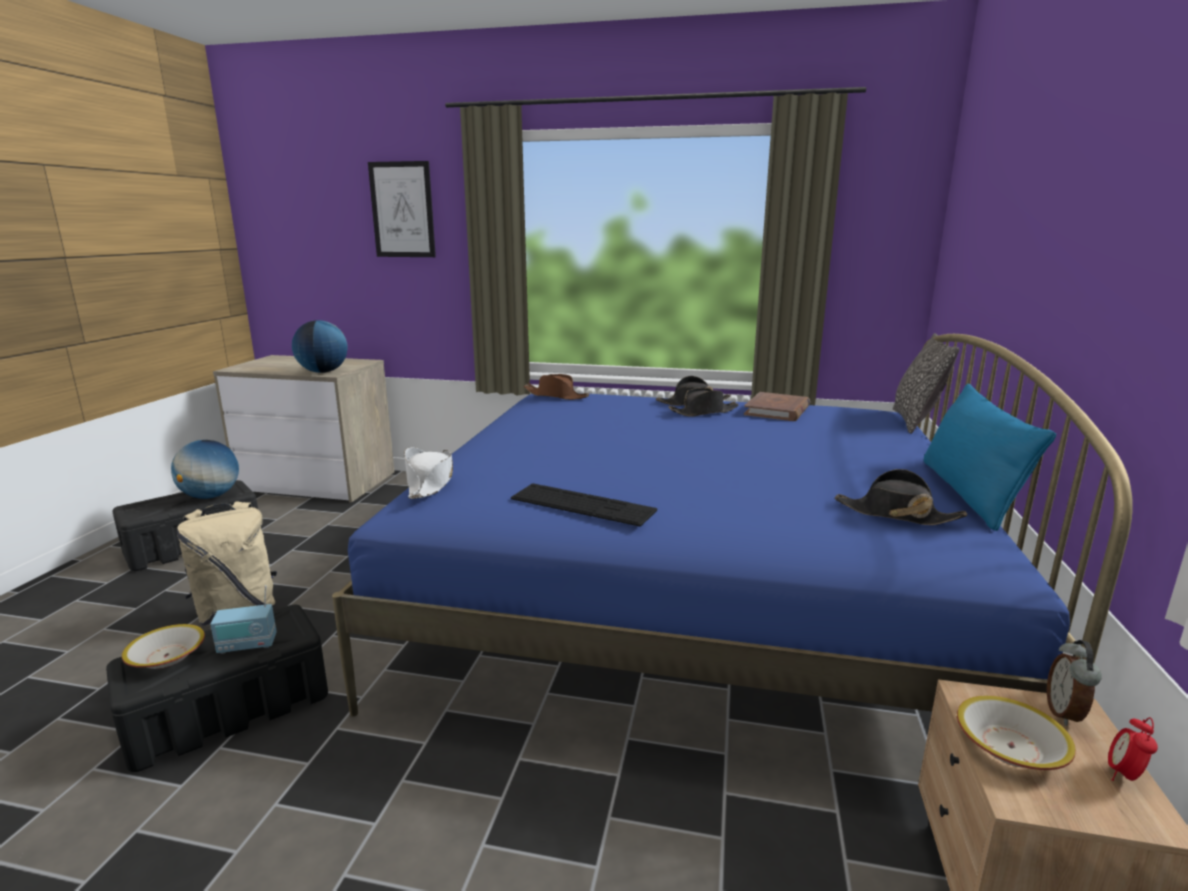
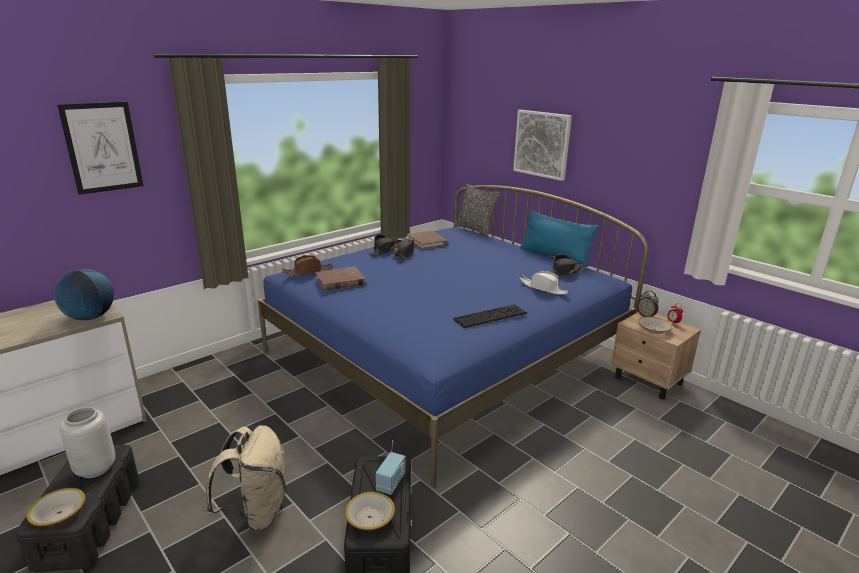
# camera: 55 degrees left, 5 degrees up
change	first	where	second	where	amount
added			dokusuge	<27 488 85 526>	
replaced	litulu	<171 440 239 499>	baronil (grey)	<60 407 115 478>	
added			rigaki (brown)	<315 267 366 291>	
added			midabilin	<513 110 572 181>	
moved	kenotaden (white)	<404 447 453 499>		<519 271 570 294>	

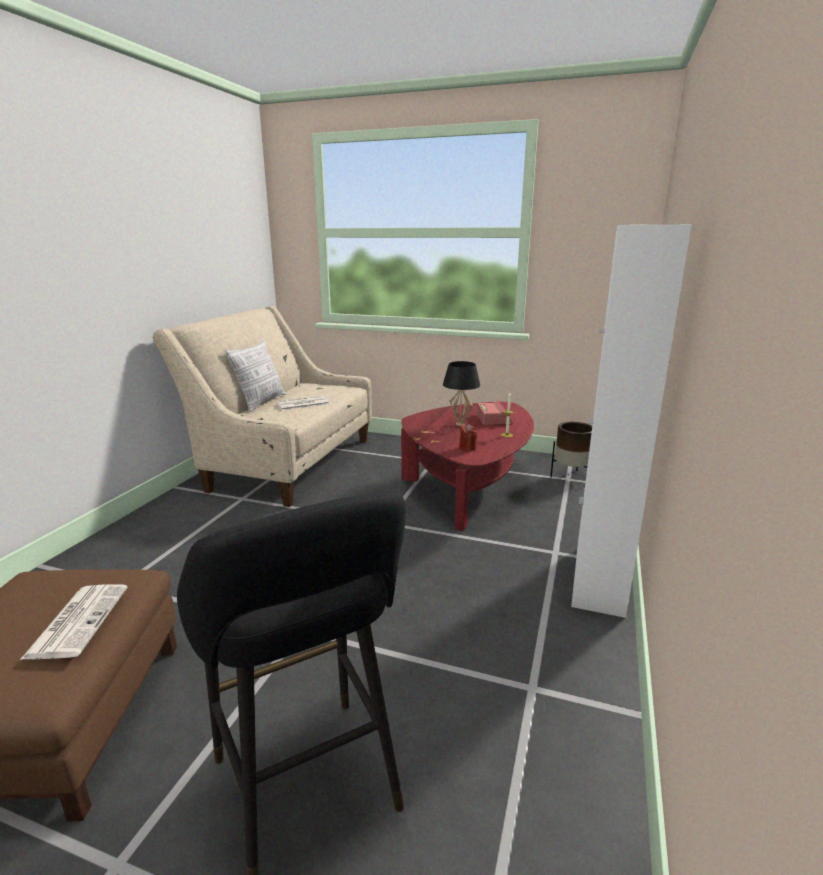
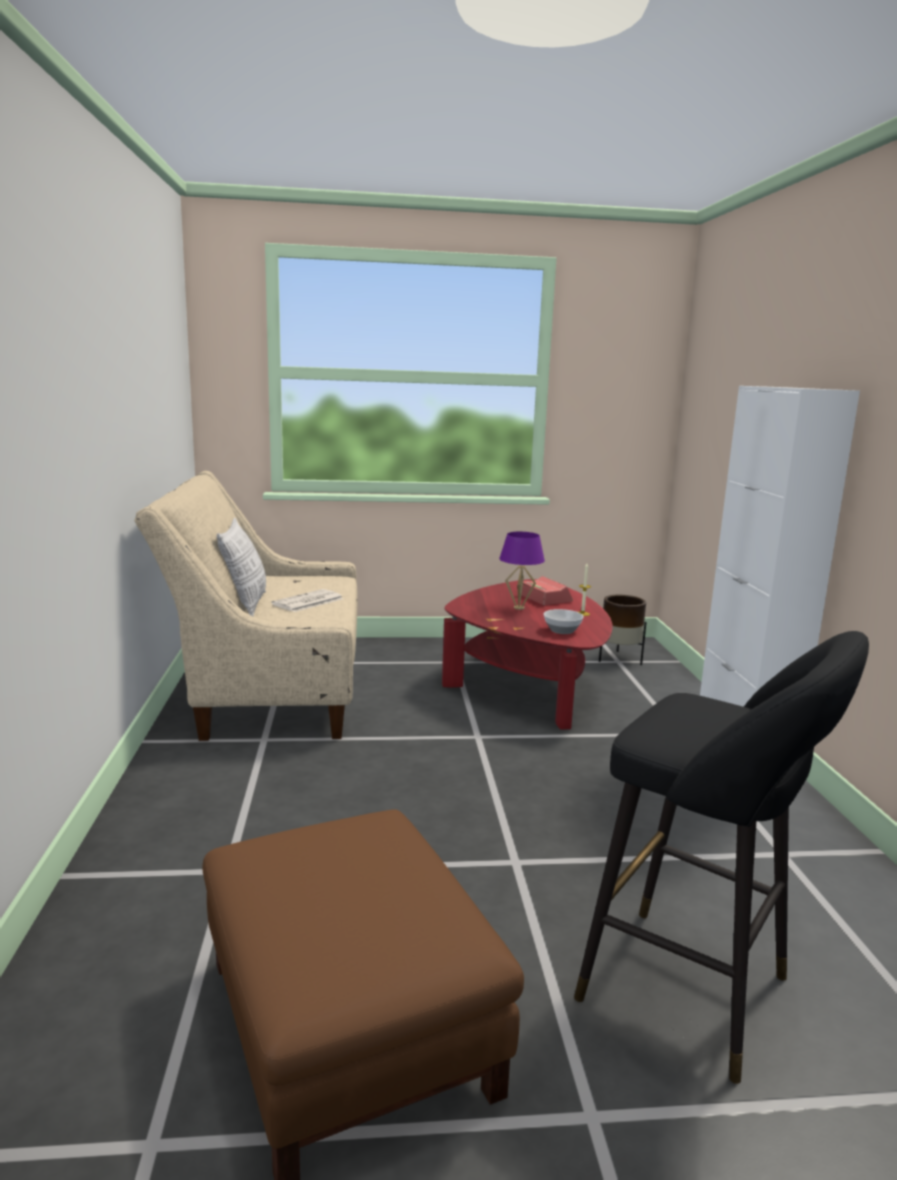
# camera: 25 degrees left, 5 degrees down
change	first	where	second	where	amount
recoloured	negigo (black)	<443 361 480 426>	negigo (purple)	<499 532 545 610>	
replaced	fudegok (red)	<459 424 477 451>	dokusuge	<544 609 584 634>	
removed	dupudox	<20 584 128 660>			

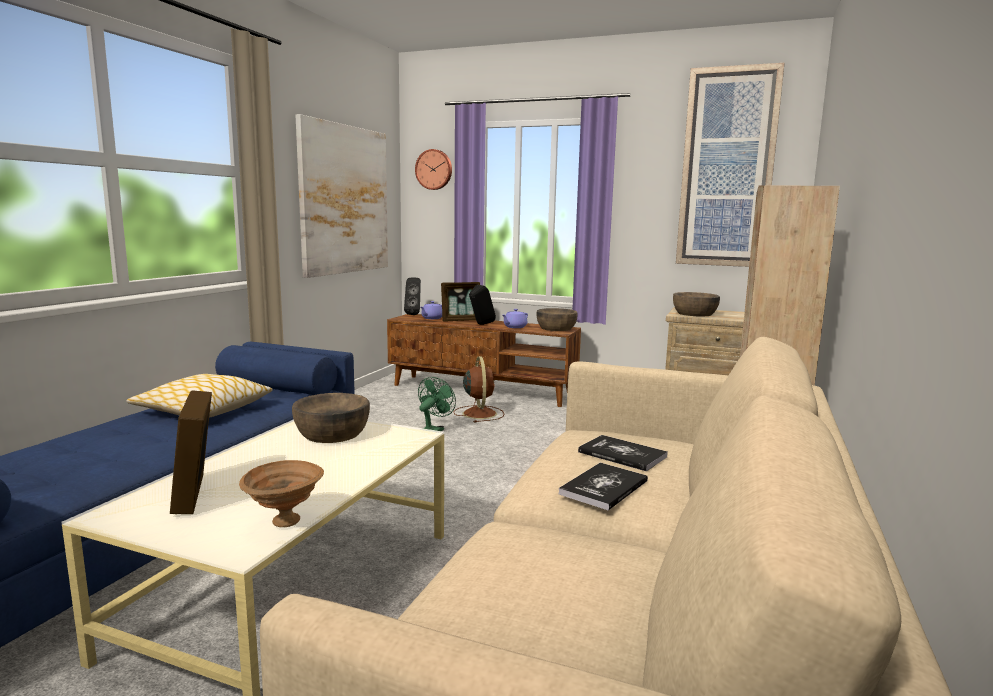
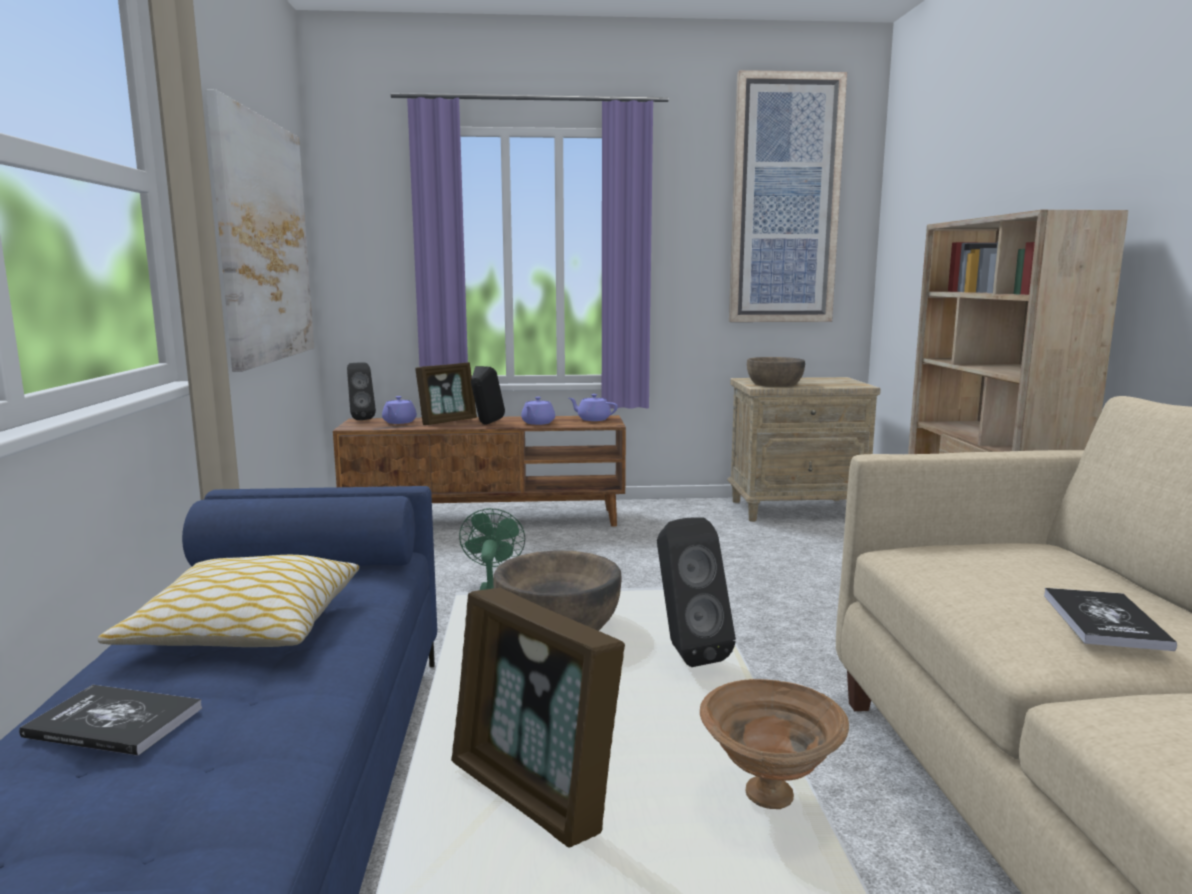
# camera: 25 degrees left, 0 degrees up
change	first	where	second	where	amount
moved	rigaki	<578 435 668 471>		<19 685 202 756>	
replaced	dokusuge (brown)	<536 308 578 331>	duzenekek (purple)	<569 394 618 421>	
added			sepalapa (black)	<657 517 736 667>	
removed	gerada	<415 149 452 190>			
removed	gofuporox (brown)	<453 356 504 423>			

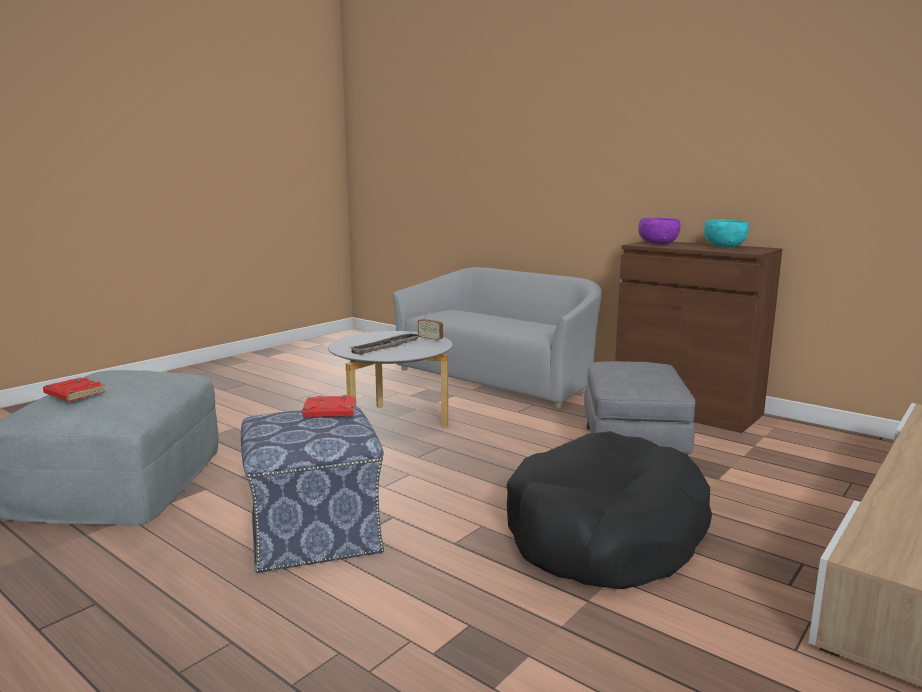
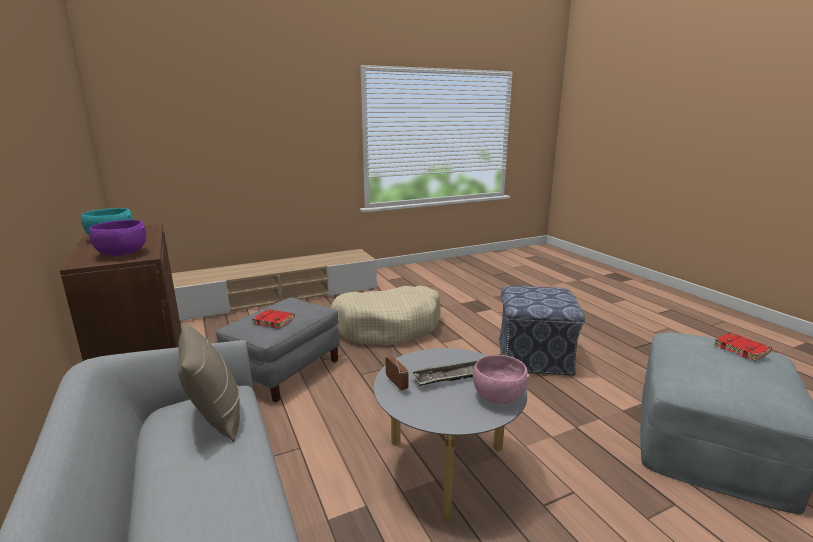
# camera: 155 degrees left, 5 degrees up
change	first	where	second	where	amount
added			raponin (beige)	<178 323 240 442>	
moved	rigaki (red)	<302 395 356 418>		<252 309 295 328>	
recoloured	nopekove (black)	<507 431 712 589>	nopekove (beige)	<331 285 441 346>	
added			dokusuge (pink)	<473 355 530 404>	

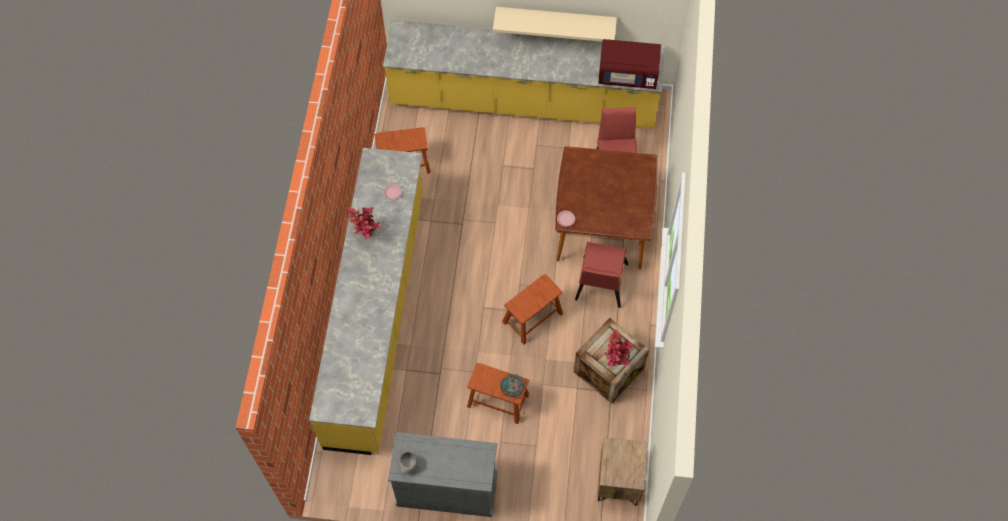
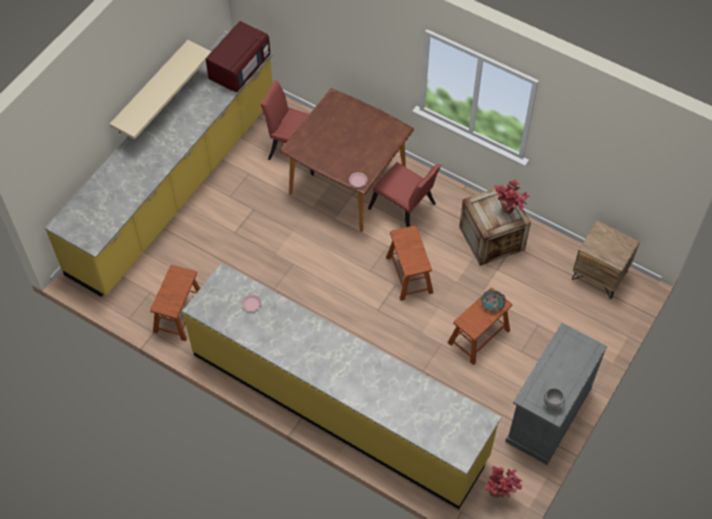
# camera: 65 degrees left, 5 degrees down
change	first	where	second	where	amount
moved	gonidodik	<348 207 381 239>		<485 466 522 498>	

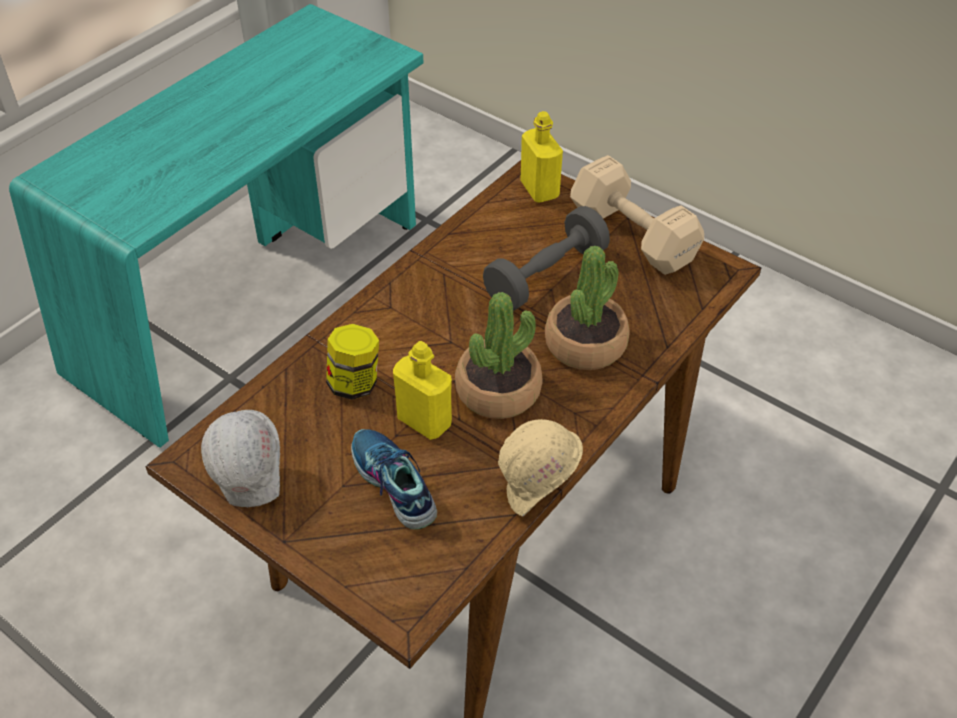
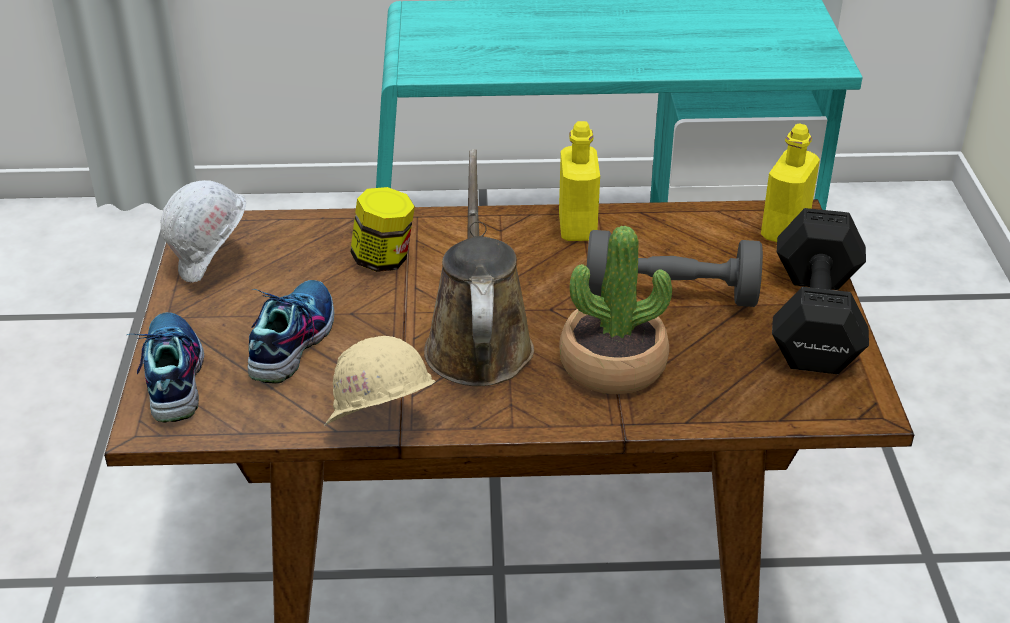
# camera: 50 degrees right, 10 degrees down
change	first	where	second	where	amount
added			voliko	<127 312 204 423>	
replaced	gonidodik	<455 292 543 419>	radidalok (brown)	<424 149 534 386>	
moved	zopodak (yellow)	<393 341 452 440>		<559 121 600 241>	
recoloured	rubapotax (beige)	<570 155 704 275>	rubapotax (black)	<772 208 869 374>	

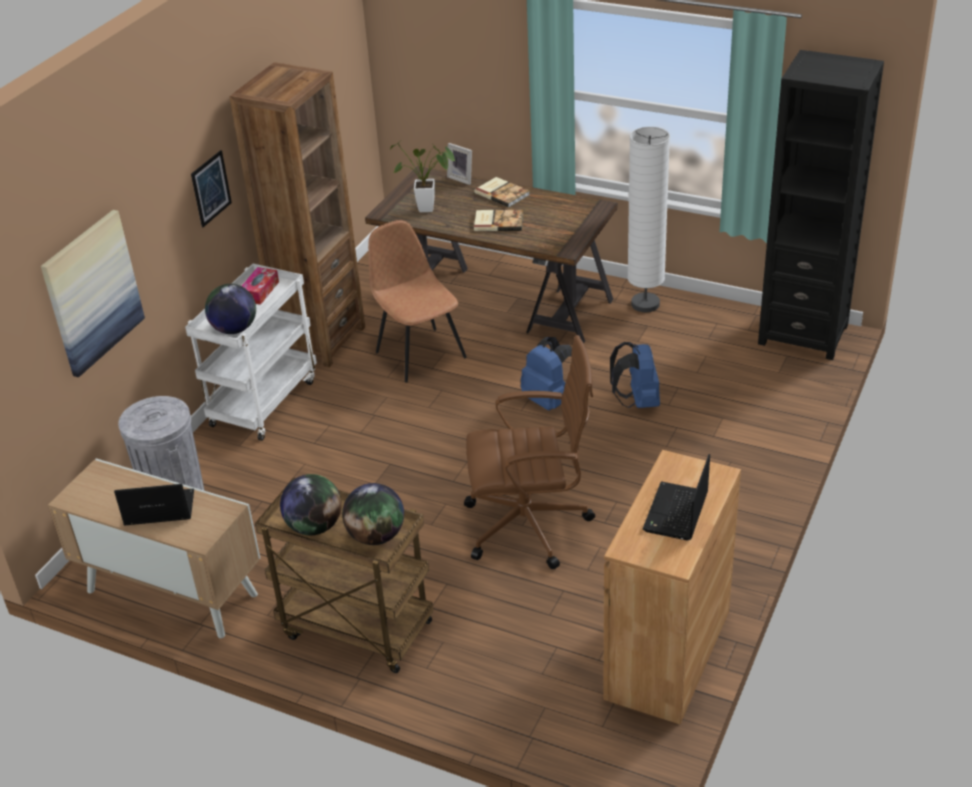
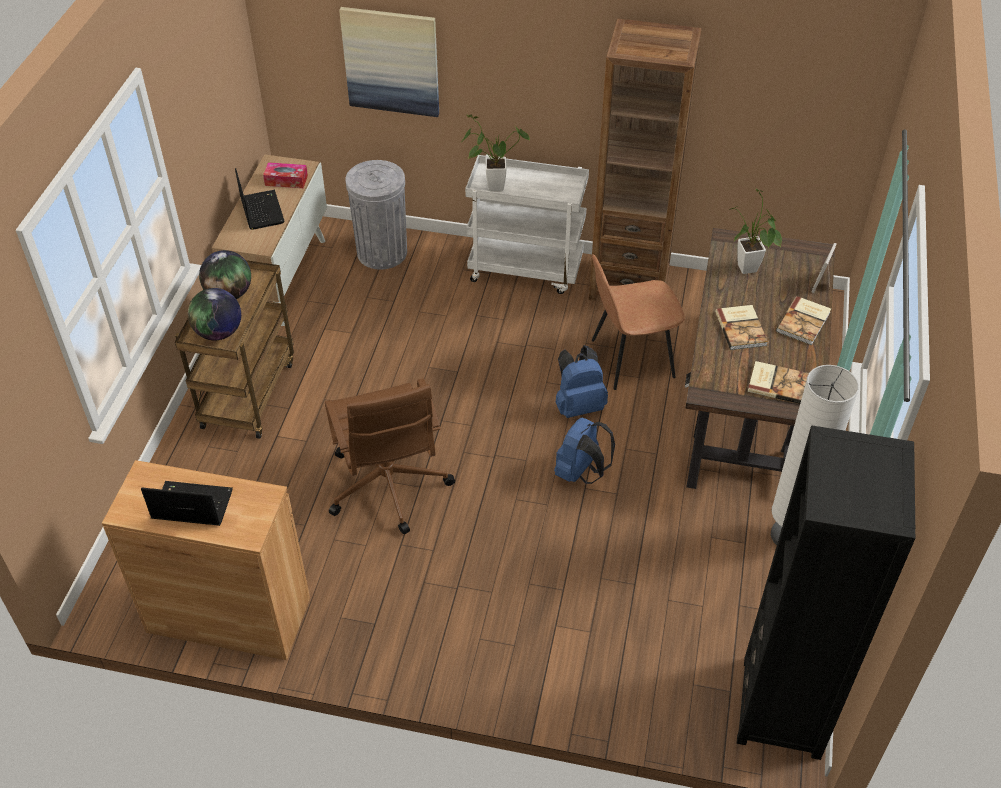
# camera: 75 degrees right, 10 degrees up
change	first	where	second	where	amount
moved	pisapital	<242 267 279 305>		<263 162 308 188>	
replaced	litulu	<205 284 256 334>	gonidodik	<462 114 530 191>	
moved	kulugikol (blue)	<610 342 660 408>		<556 345 608 418>	
turned	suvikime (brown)	<368 220 467 382>		<592 254 685 390>	150 degrees counterclockwise
added			rigaki	<748 361 809 404>	
removed	midabilin	<191 150 232 227>			

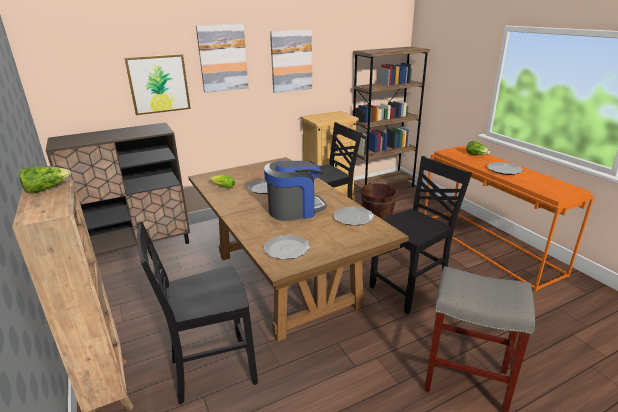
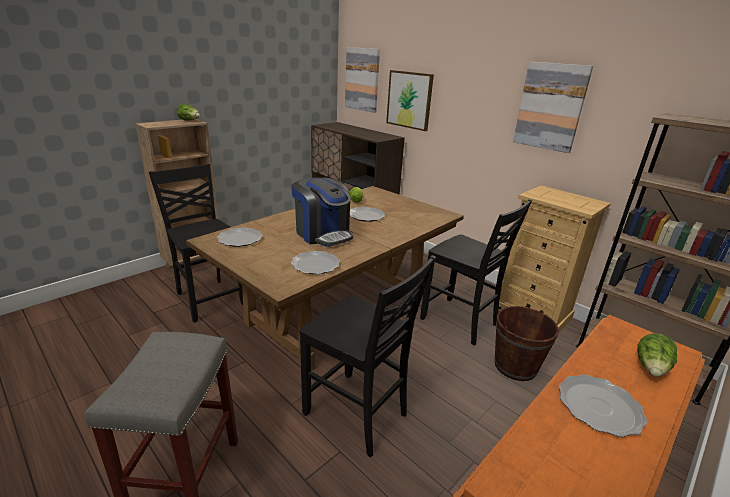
# camera: 70 degrees right, 0 degrees up
change	first	where	second	where	amount
moved	midabilin	<196 24 249 93>		<345 47 380 113>	

